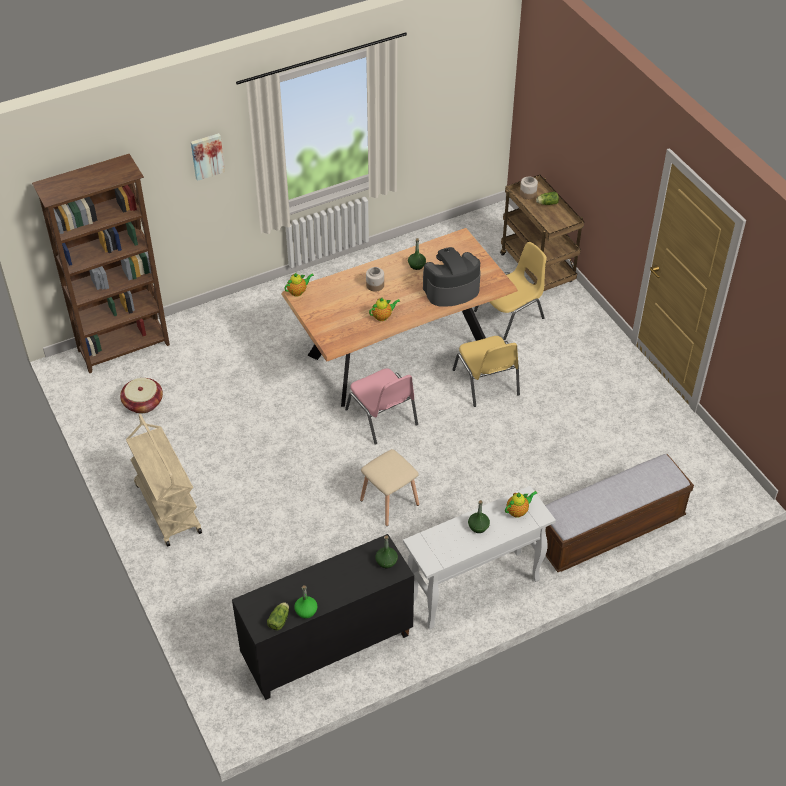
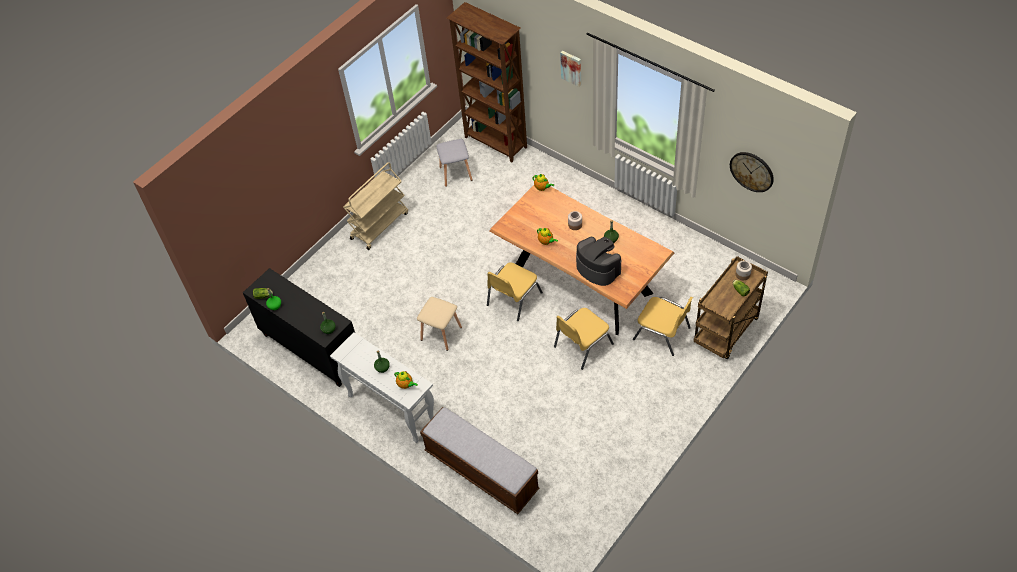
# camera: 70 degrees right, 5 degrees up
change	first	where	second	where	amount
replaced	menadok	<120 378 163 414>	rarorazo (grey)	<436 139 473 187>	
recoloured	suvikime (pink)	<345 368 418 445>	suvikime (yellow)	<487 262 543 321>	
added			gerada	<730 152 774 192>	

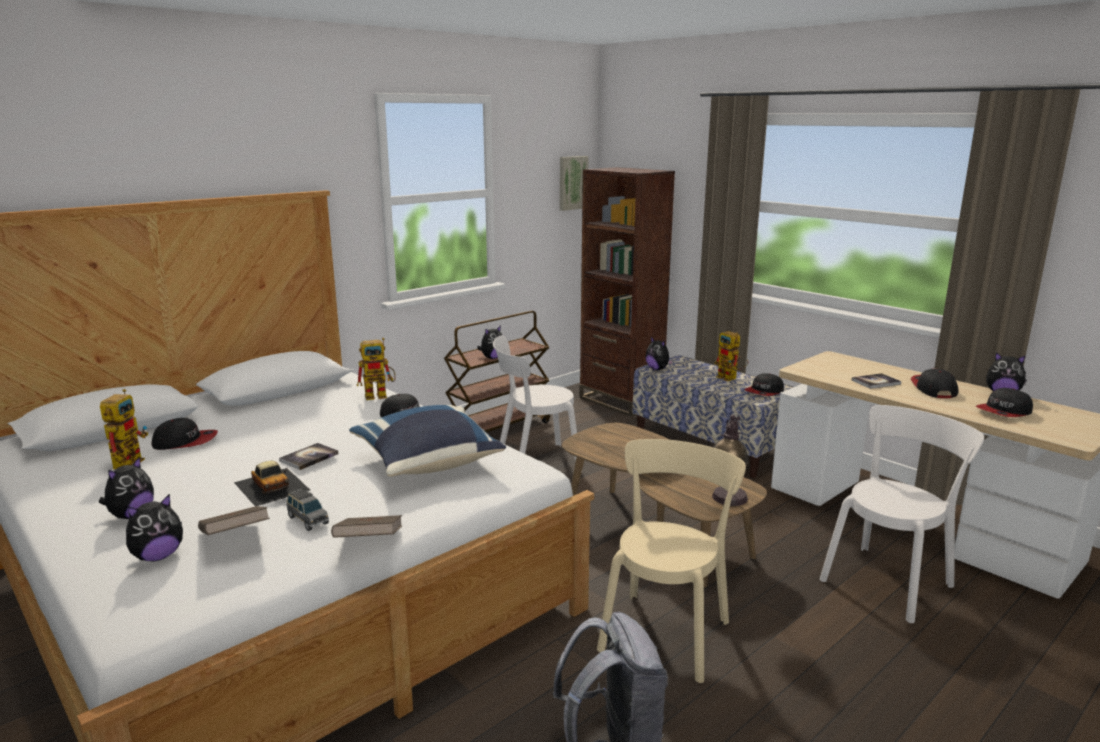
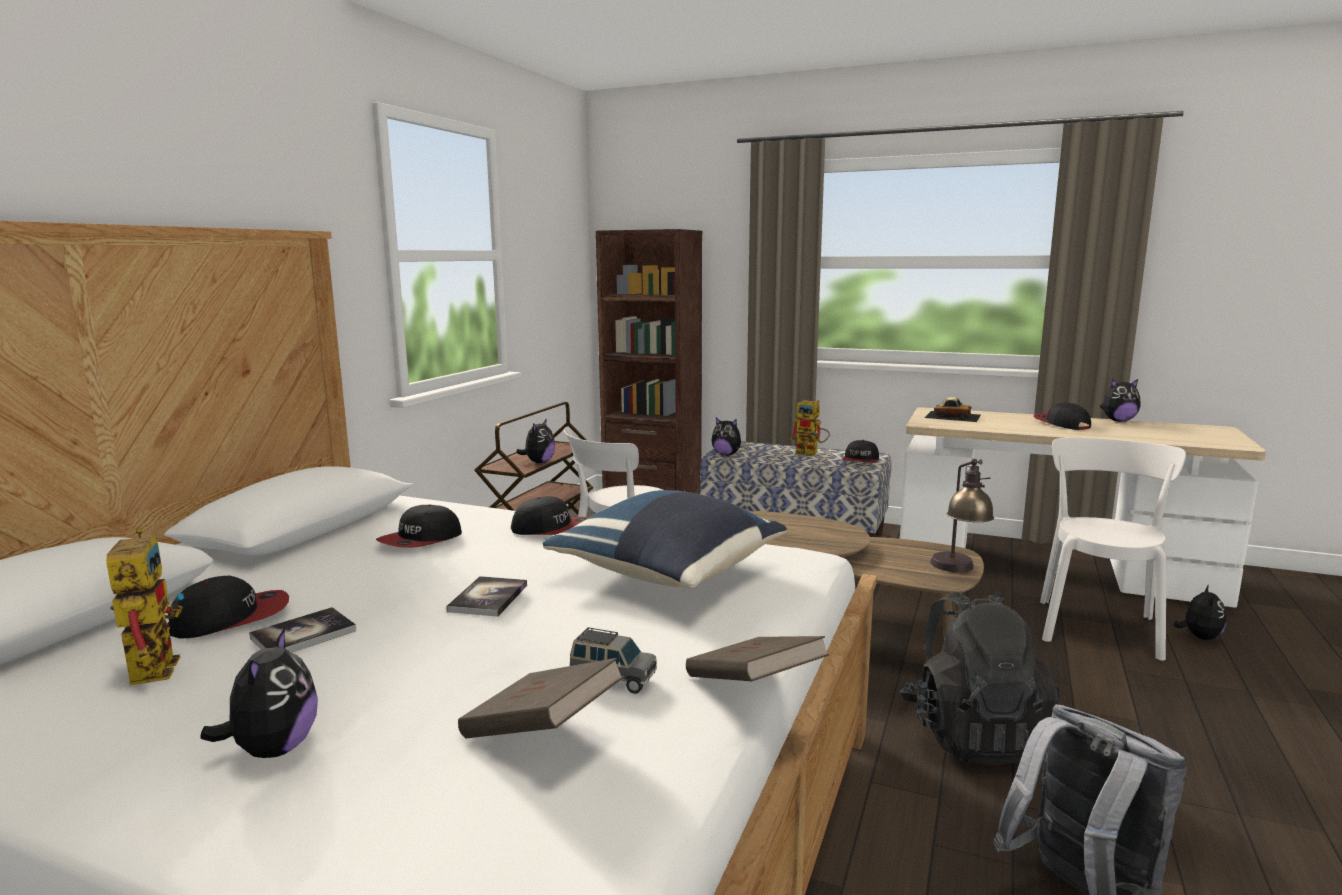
# camera: 25 degrees left, 5 degrees down
change	first	where	second	where	amount
moved	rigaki	<852 373 901 389>		<249 607 356 652>	
moved	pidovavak	<976 388 1033 417>		<376 504 462 548>	
replaced	suvikime (beige)	<597 439 746 683>	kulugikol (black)	<899 592 1060 765>	
moved	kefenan	<234 461 310 506>		<925 397 981 422>	
moved	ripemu	<126 494 183 561>		<1174 585 1226 640>	
removed	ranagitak	<357 338 396 400>			
removed	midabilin	<560 156 589 211>			

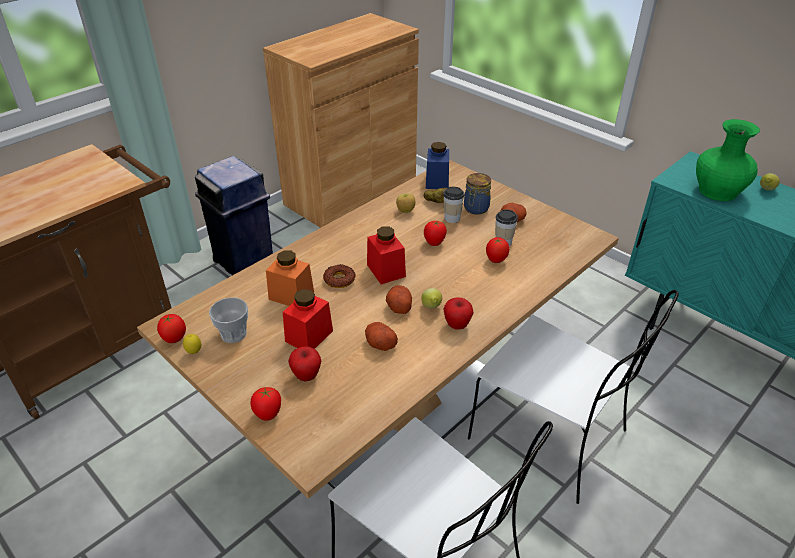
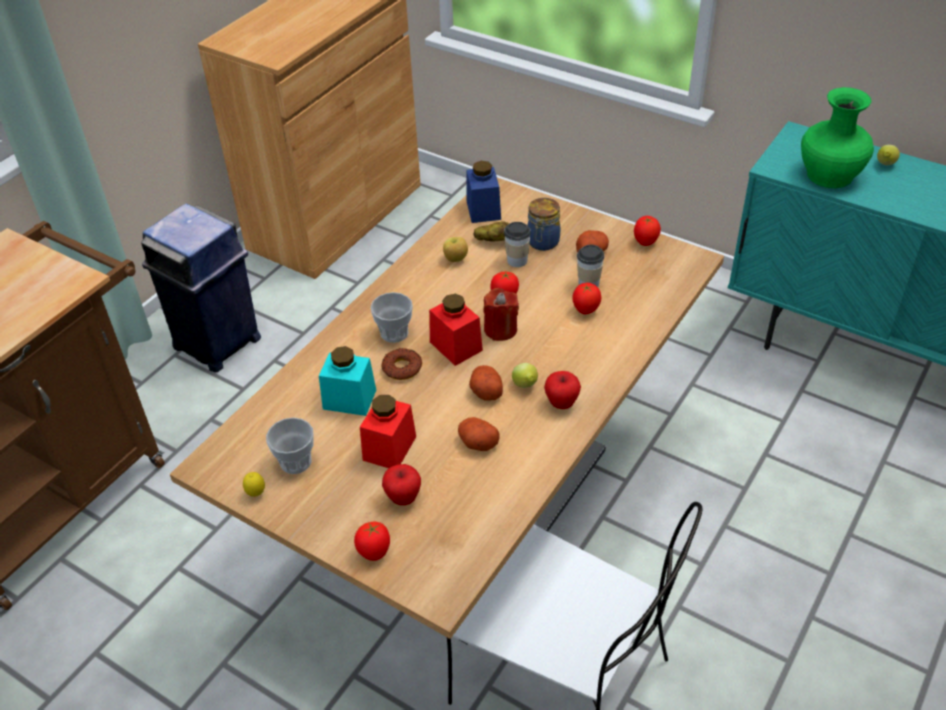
# camera: 10 degrees left, 5 degrees up
change	first	where	second	where	amount
recoloured	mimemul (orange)	<266 250 314 306>	mimemul (turquoise)	<319 346 376 416>	
added			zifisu	<371 292 413 343>	
added			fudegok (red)	<483 288 519 341>	
moved	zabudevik	<157 314 186 343>		<634 216 661 246>	
removed	suvikime (white)	<468 290 679 504>			

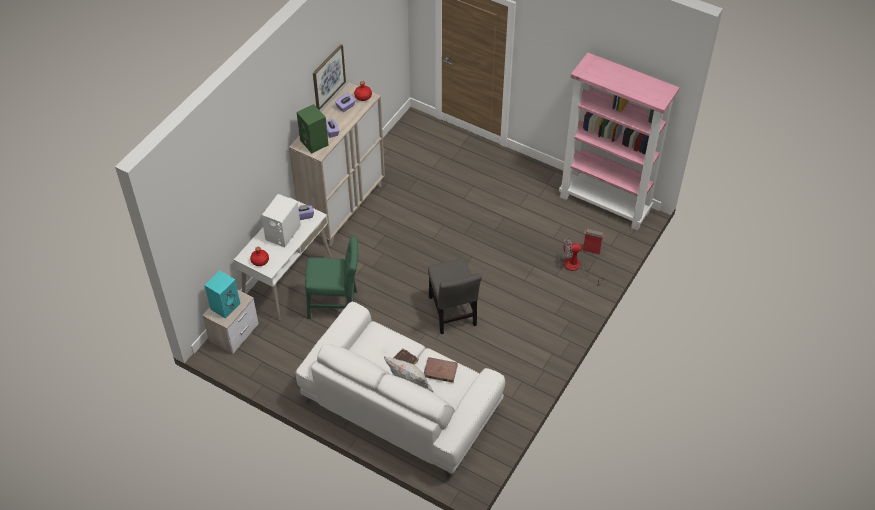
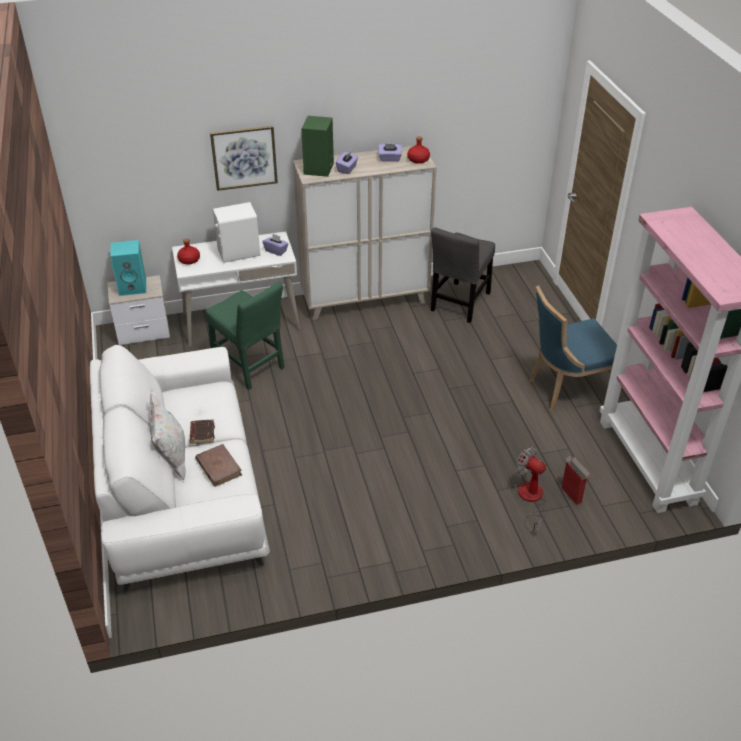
# camera: 45 degrees right, 10 degrees down
change	first	where	second	where	amount
moved	midabilin	<313 44 346 110>		<210 125 278 191>	
moved	suvikime (grey)	<428 258 482 334>		<431 227 495 323>	
added			suvikime (blue)	<529 286 617 411>	

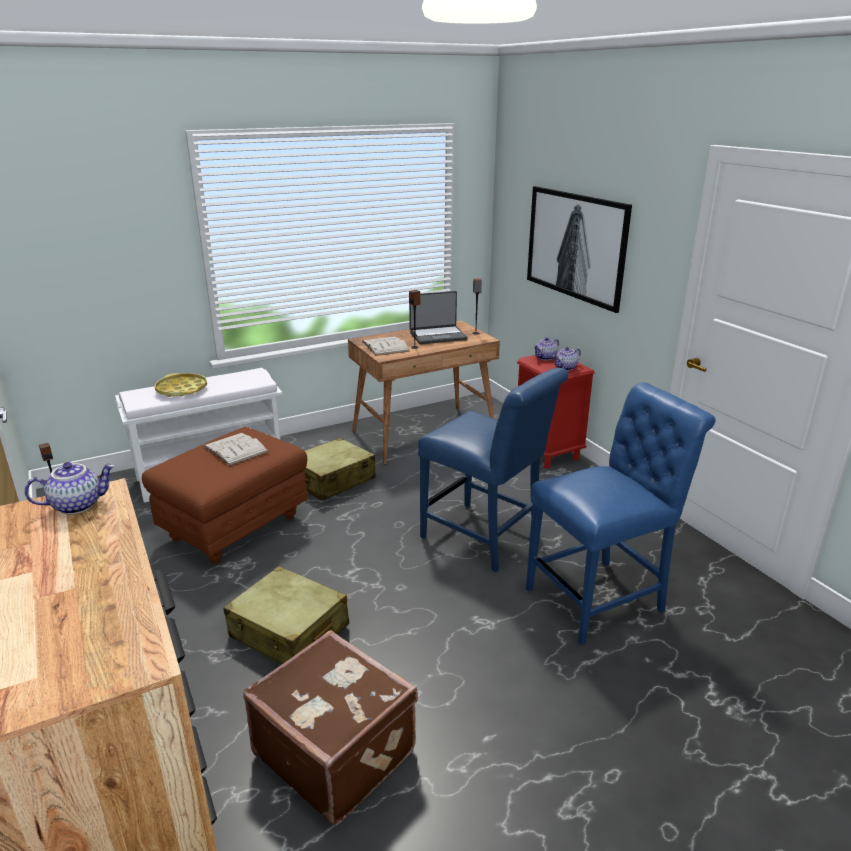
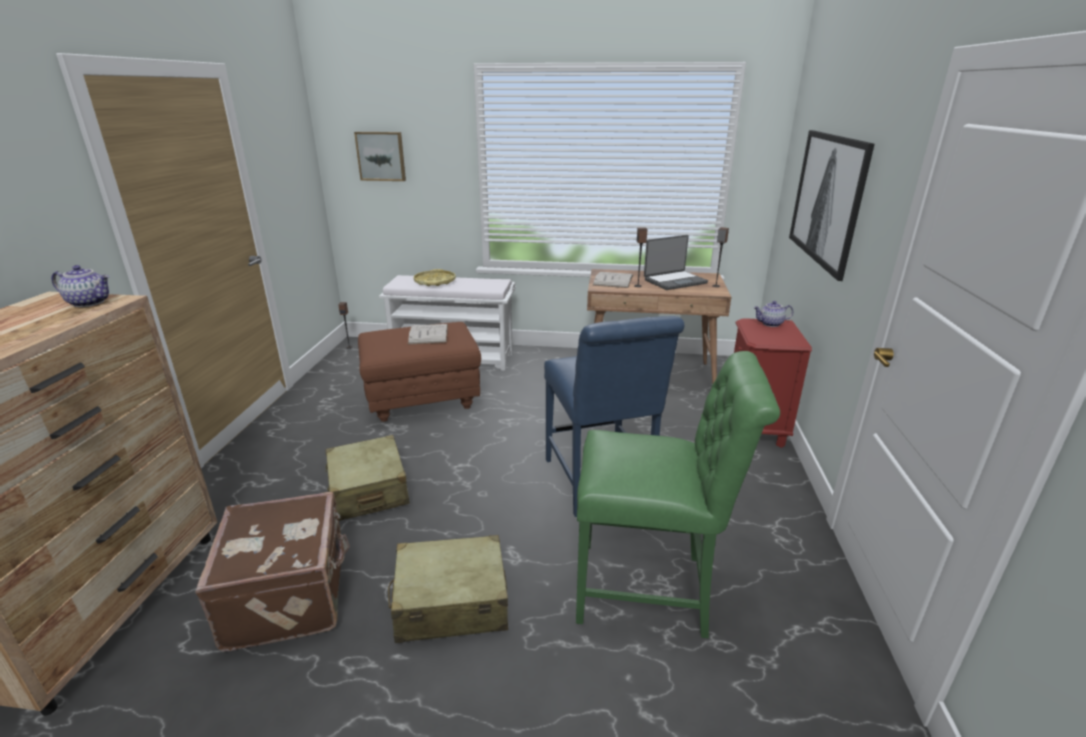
# camera: 35 degrees right, 0 degrees up
change	first	where	second	where	amount
added			midabilin	<354 132 406 181>	
moved	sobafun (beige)	<303 438 376 501>		<388 535 508 643>	
recoloured	suvikime (blue)	<526 382 716 645>	suvikime (green)	<576 351 780 638>	
turned	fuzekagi	<409 291 467 344>		<644 235 708 290>	45 degrees counterclockwise
removed	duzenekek	<553 347 581 371>			

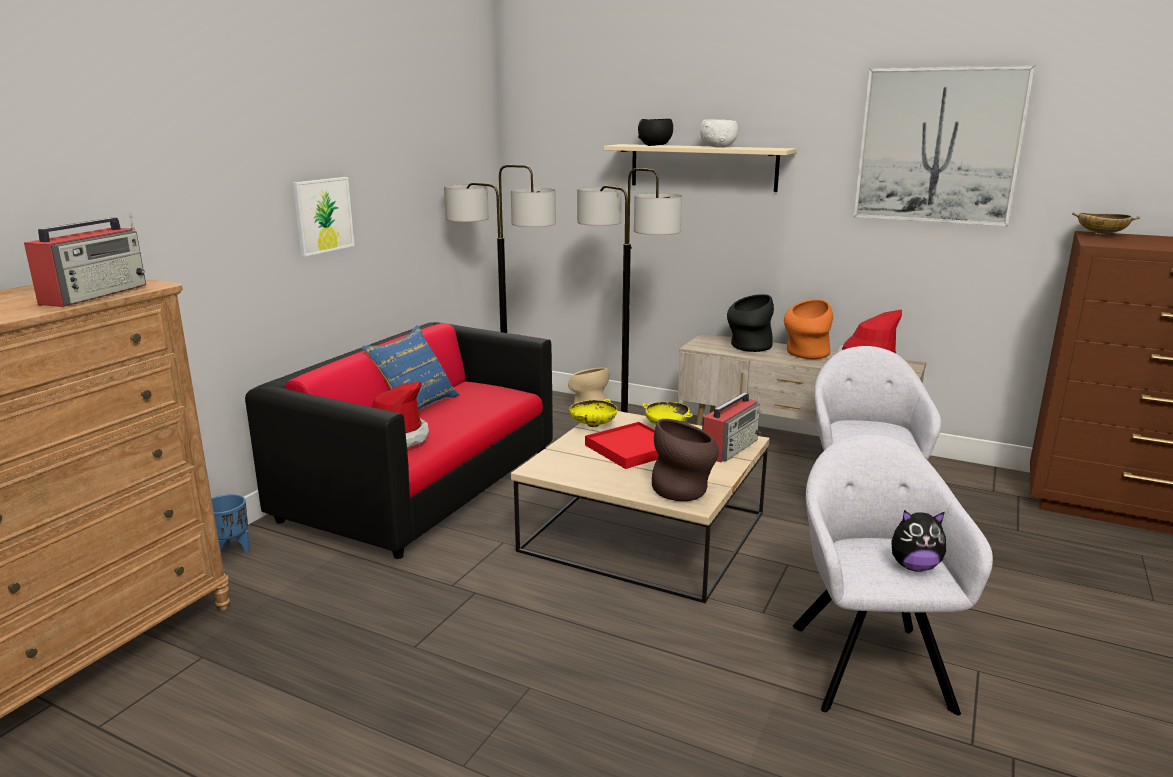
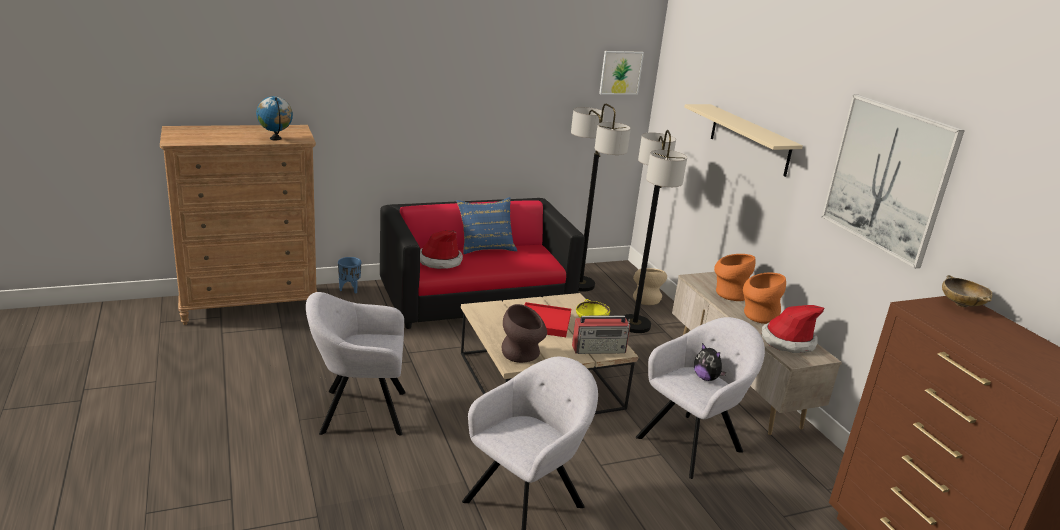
# camera: 40 degrees right, 5 degrees up
change	first	where	second	where	amount
replaced	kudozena	<24 213 146 307>	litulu	<256 96 293 140>	
added			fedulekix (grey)	<306 292 406 436>	
moved	midabilin	<293 177 354 257>		<599 51 644 95>	
moved	ripemu	<891 510 946 572>		<694 343 727 381>	
recoloured	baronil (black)	<727 294 774 352>	baronil (orange)	<714 254 756 301>	
removed	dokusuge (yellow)	<569 399 617 427>			
removed	dokusuge (black)	<638 119 673 146>			
removed	dokusuge (white)	<700 119 738 148>			

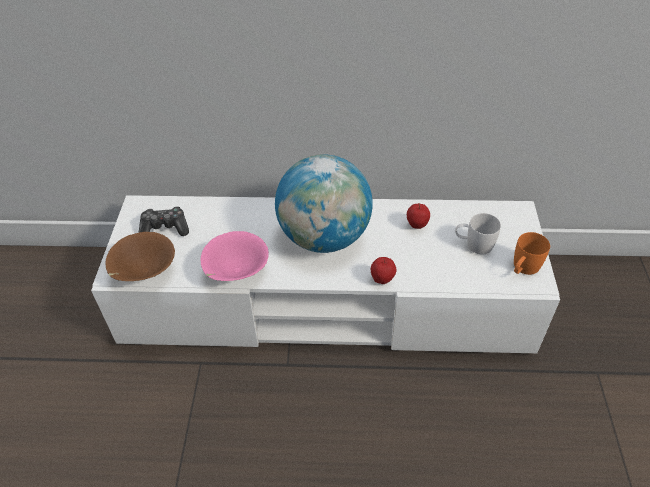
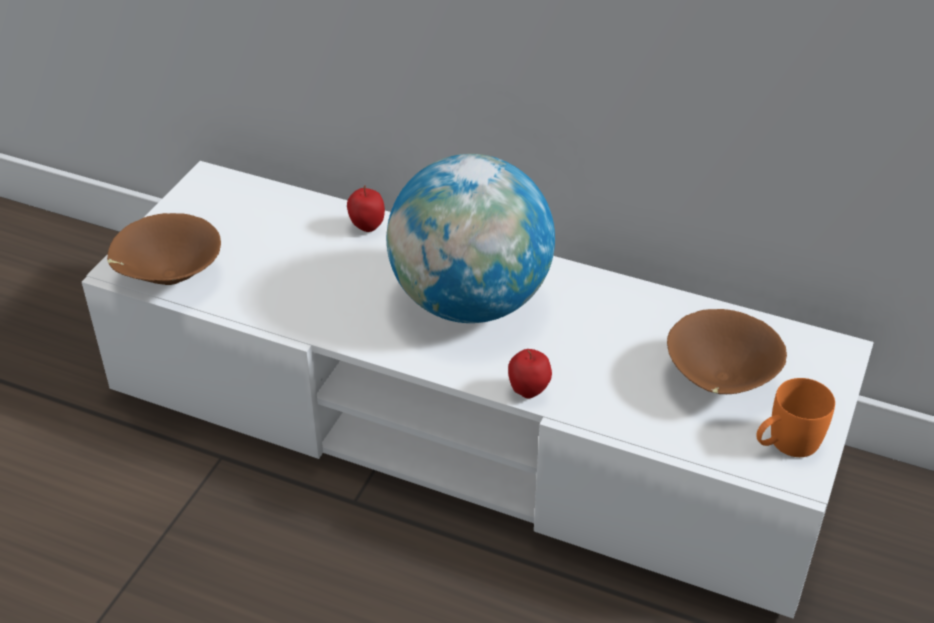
# camera: 20 degrees right, 5 degrees down
change	first	where	second	where	amount
moved	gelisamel	<407 203 430 229>		<347 185 385 232>	
replaced	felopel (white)	<455 213 501 254>	dokusuge (brown)	<667 309 787 394>	
removed	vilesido	<138 206 189 236>			
removed	dokusuge (pink)	<200 231 269 281>			

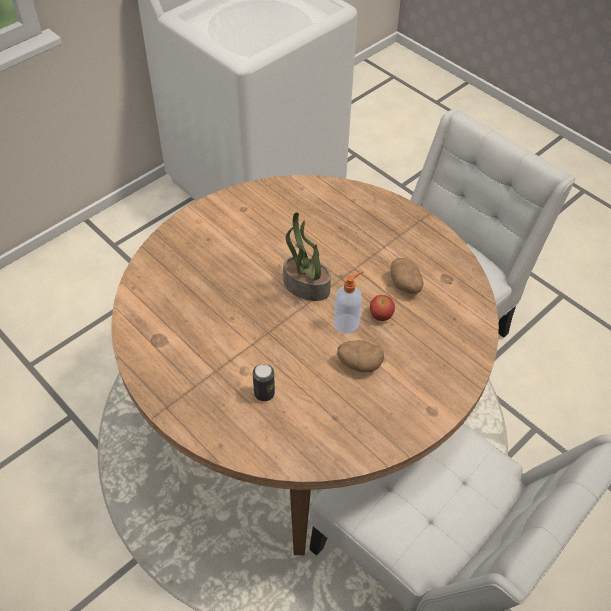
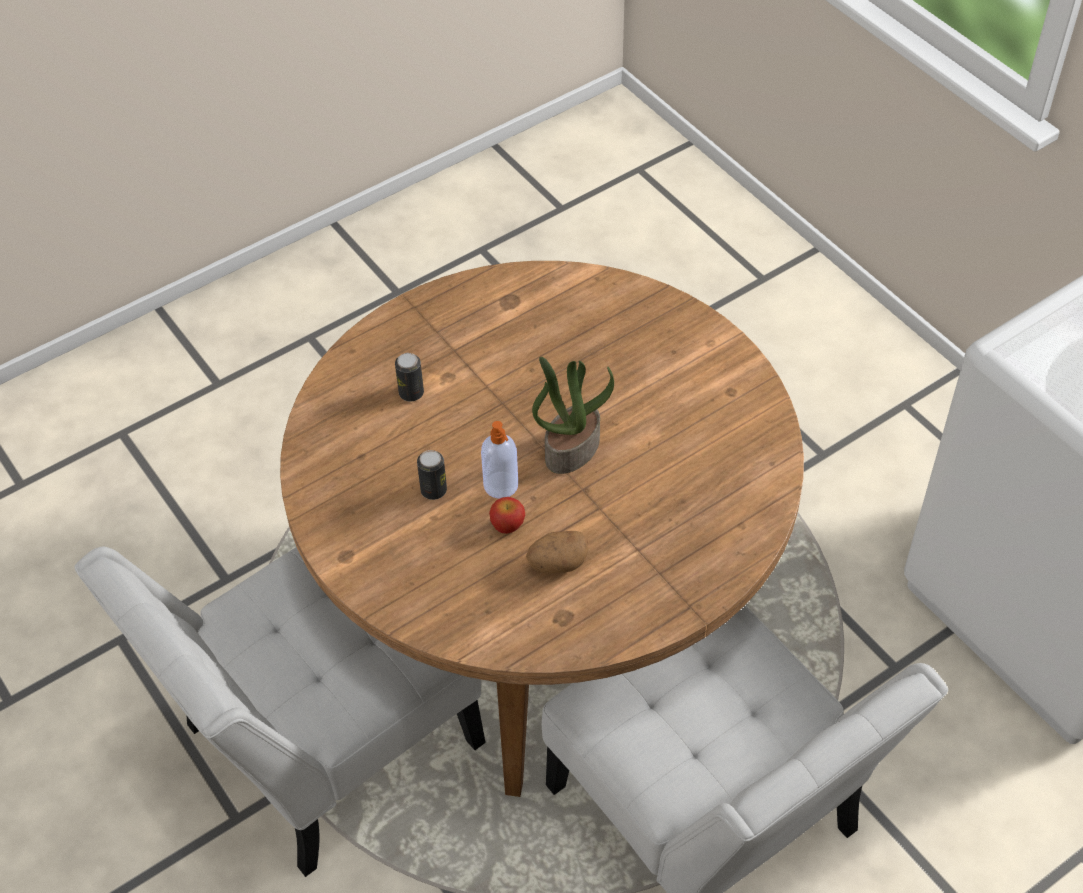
# camera: 100 degrees right, 0 degrees up
change	first	where	second	where	amount
replaced	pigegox	<337 340 384 373>	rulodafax	<417 450 447 500>	

